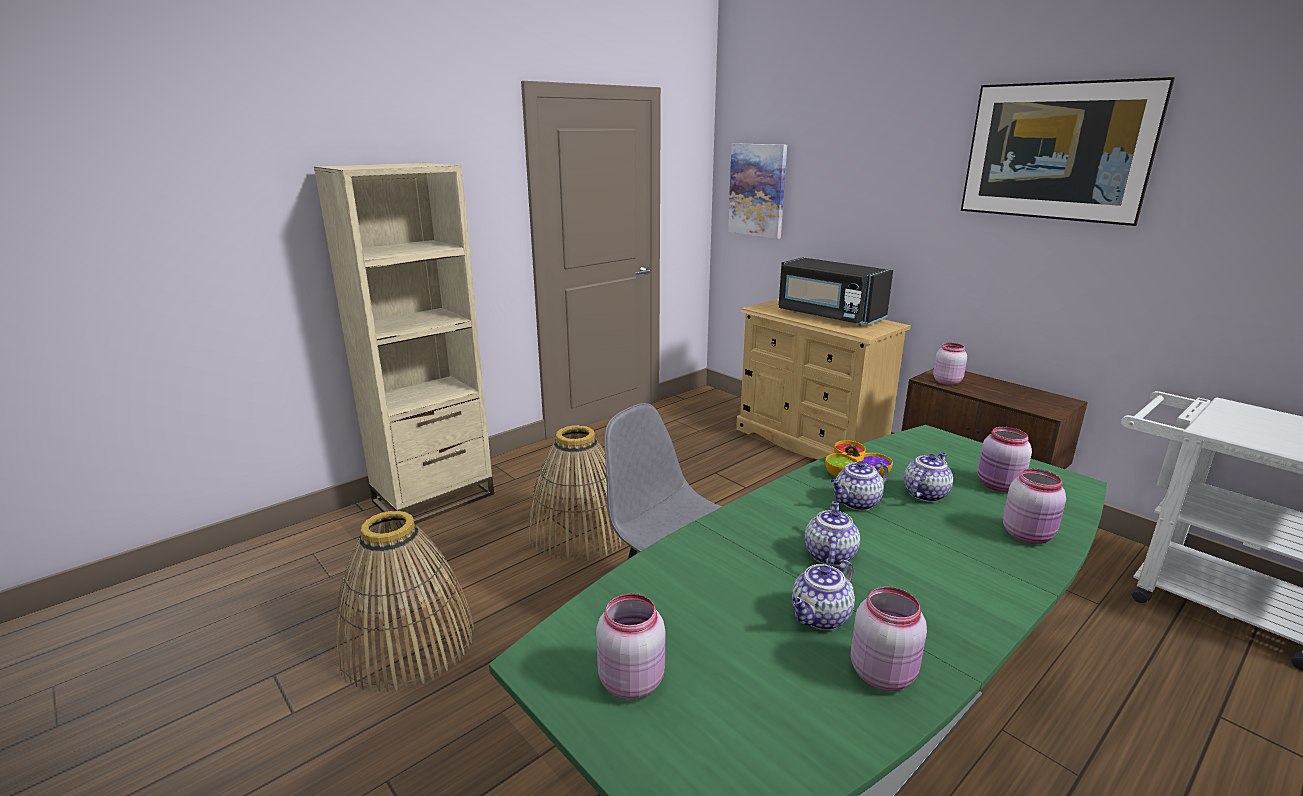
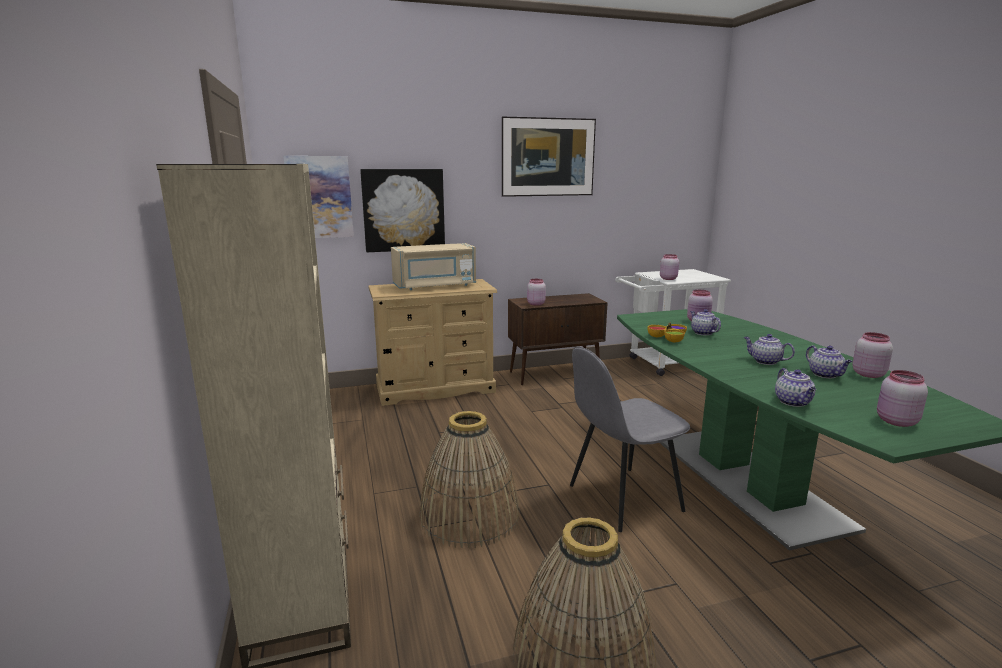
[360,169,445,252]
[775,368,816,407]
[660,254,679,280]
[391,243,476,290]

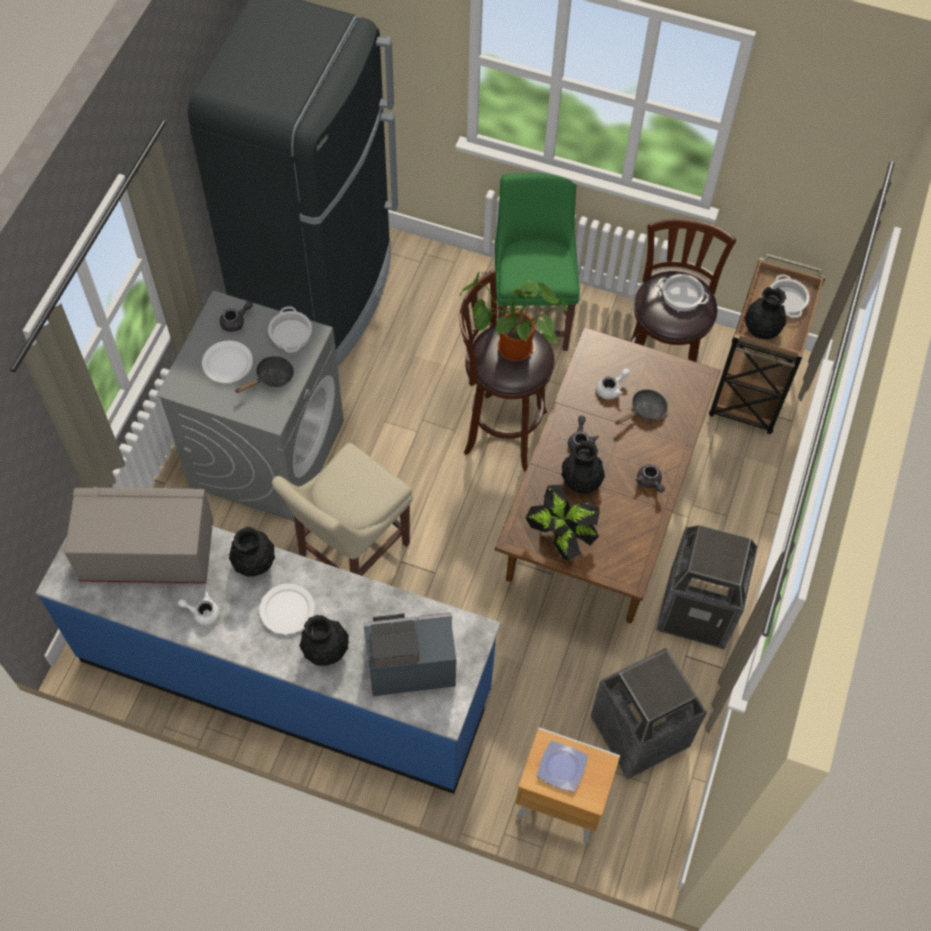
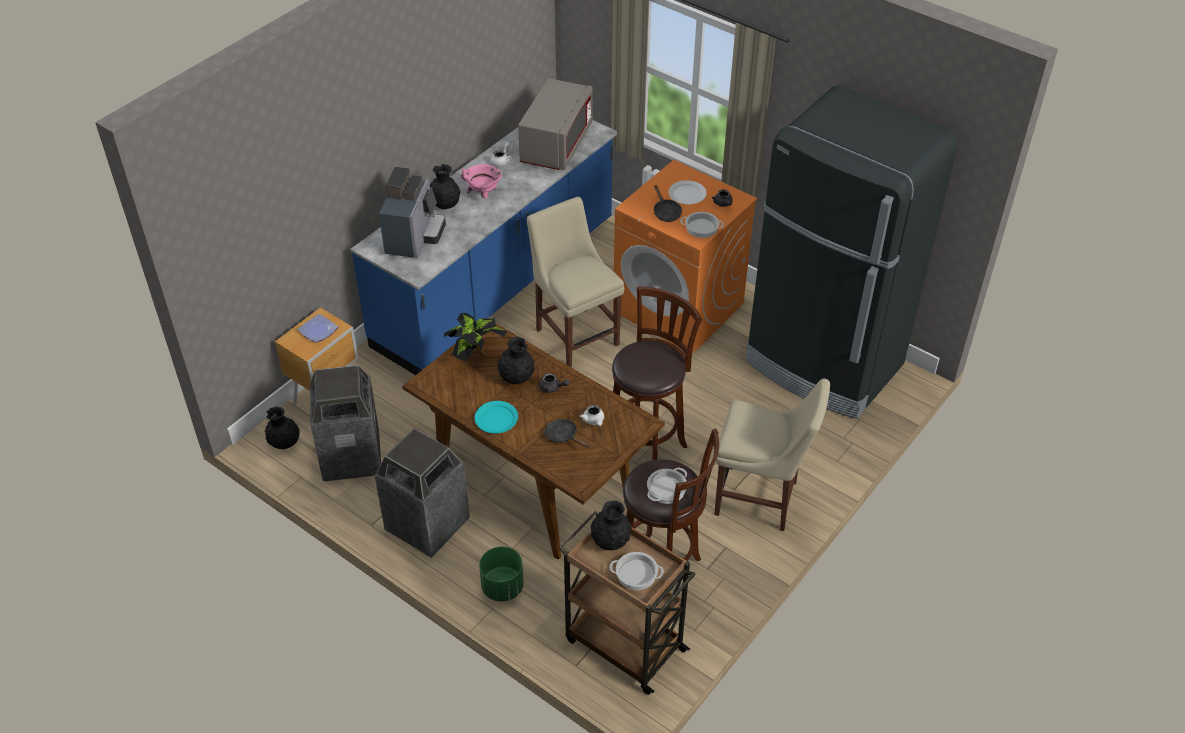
[460,272,567,361] (first image)
[479,547,524,602]
[265,406,300,449]
[461,164,502,199]
[475,401,518,433]
[613,160,757,354]
[714,379,830,531]
[544,419,591,448]

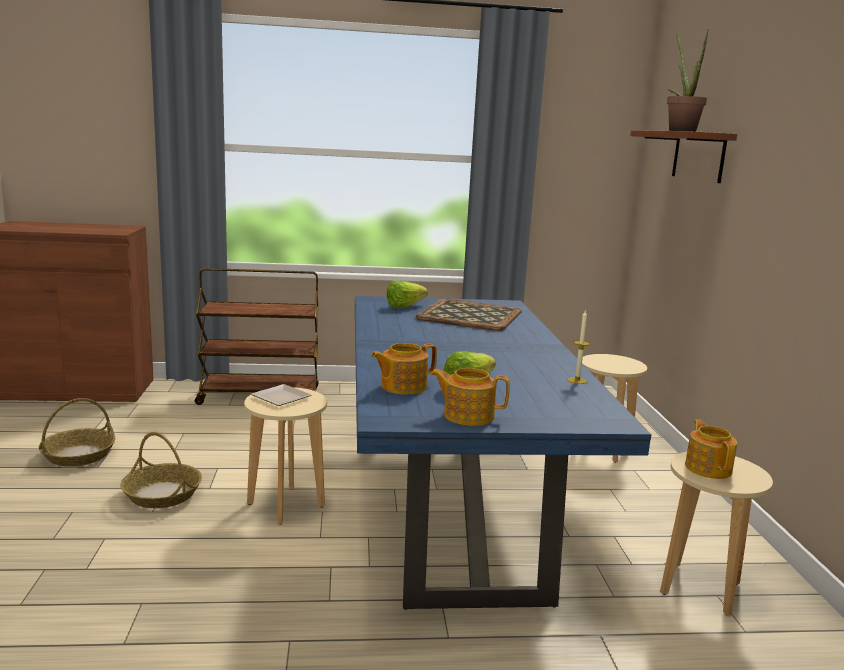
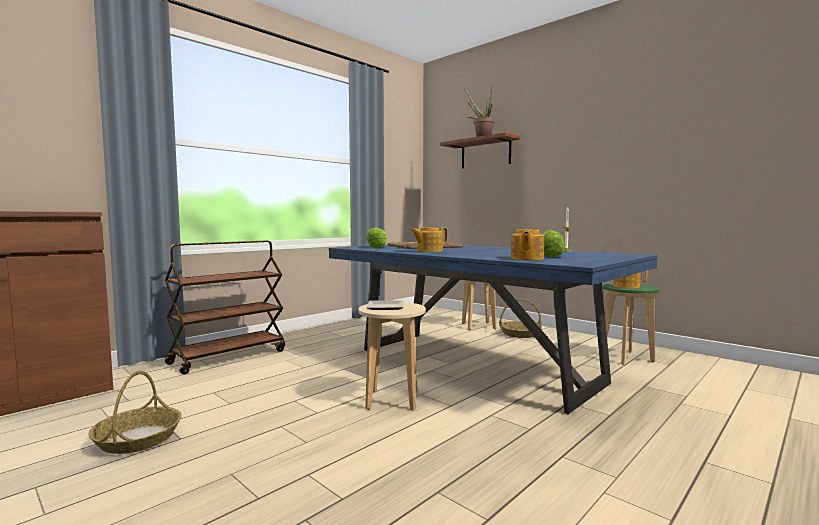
[499,299,542,338]
[411,227,448,252]
[602,283,659,365]

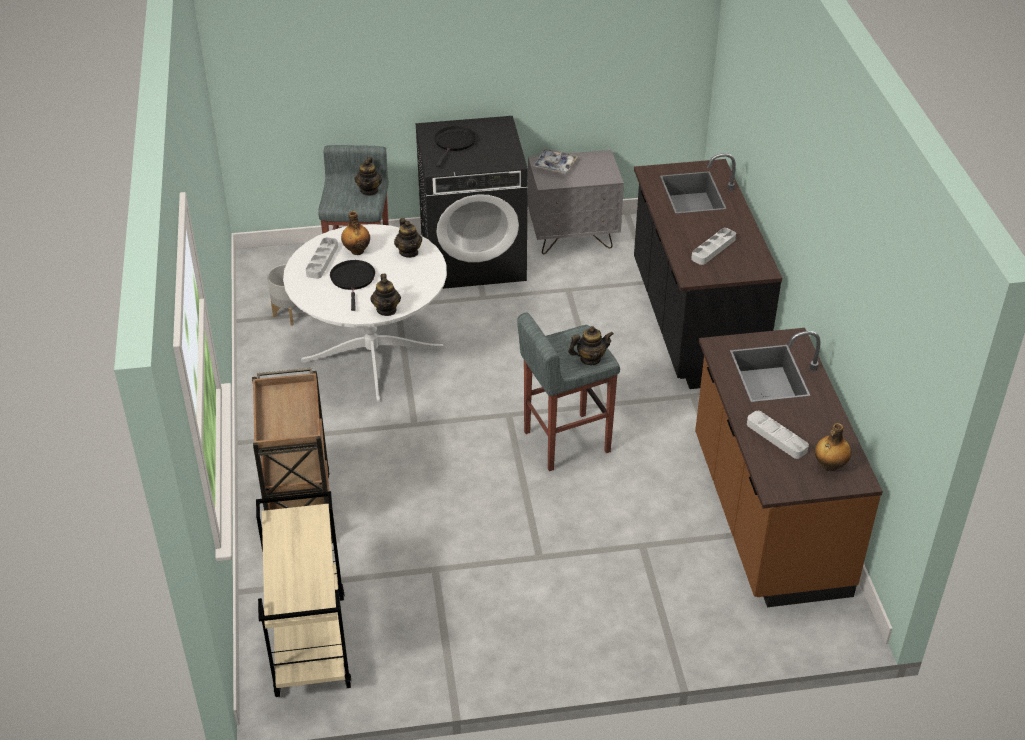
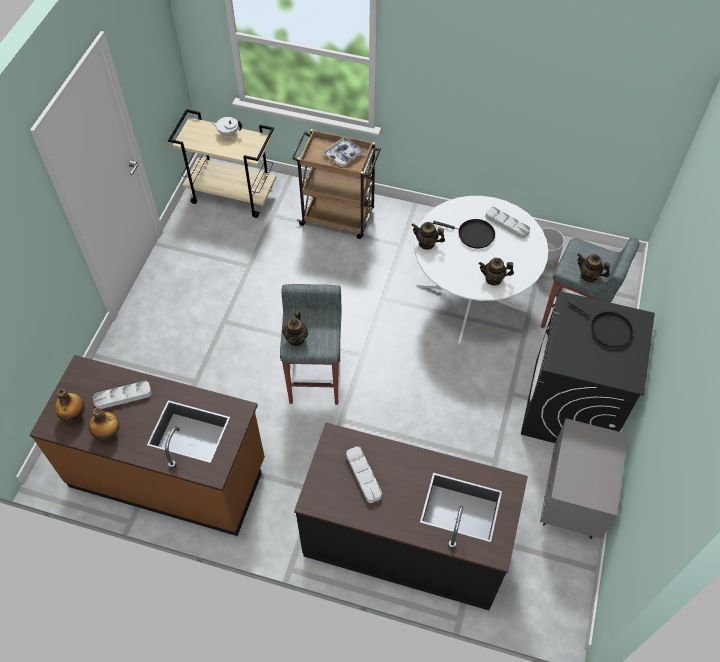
[210,117,242,137]
[89,408,119,440]
[323,138,365,167]

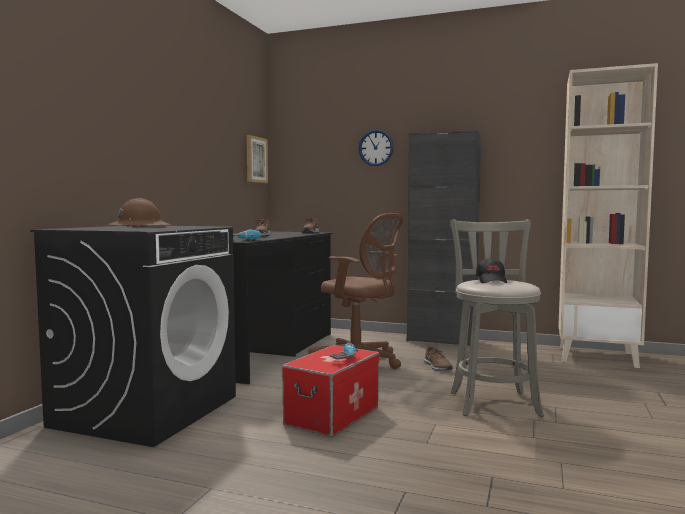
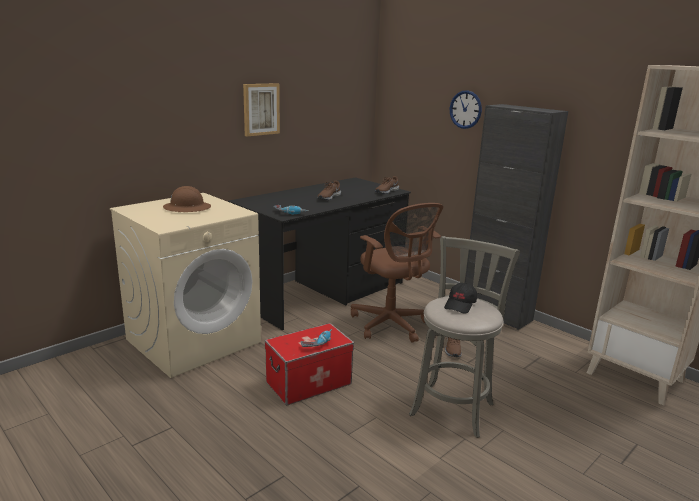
[243,83,280,136]
[110,193,261,378]

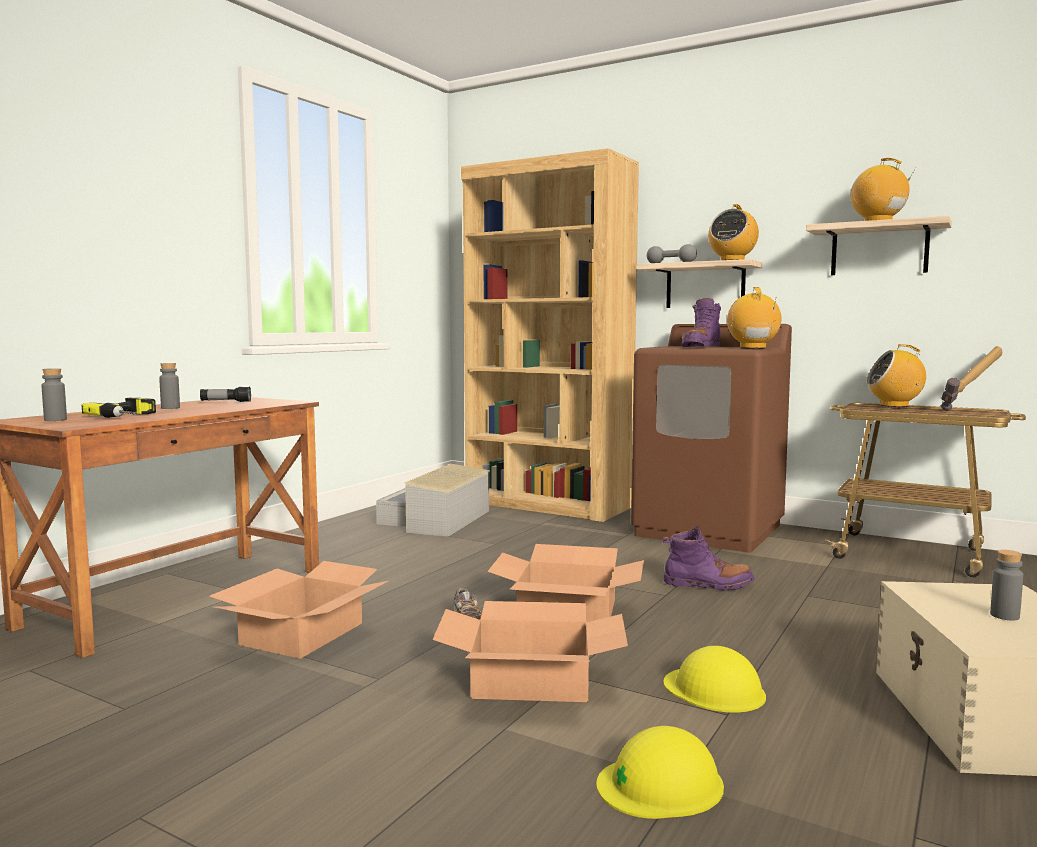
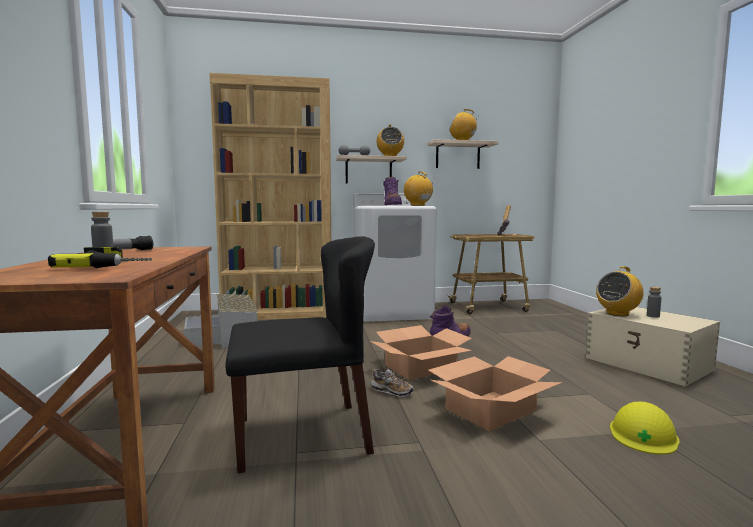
[41,368,67,421] (first image)
[664,646,766,713] (first image)
[596,266,644,316]
[226,236,375,473]
[353,193,437,322]

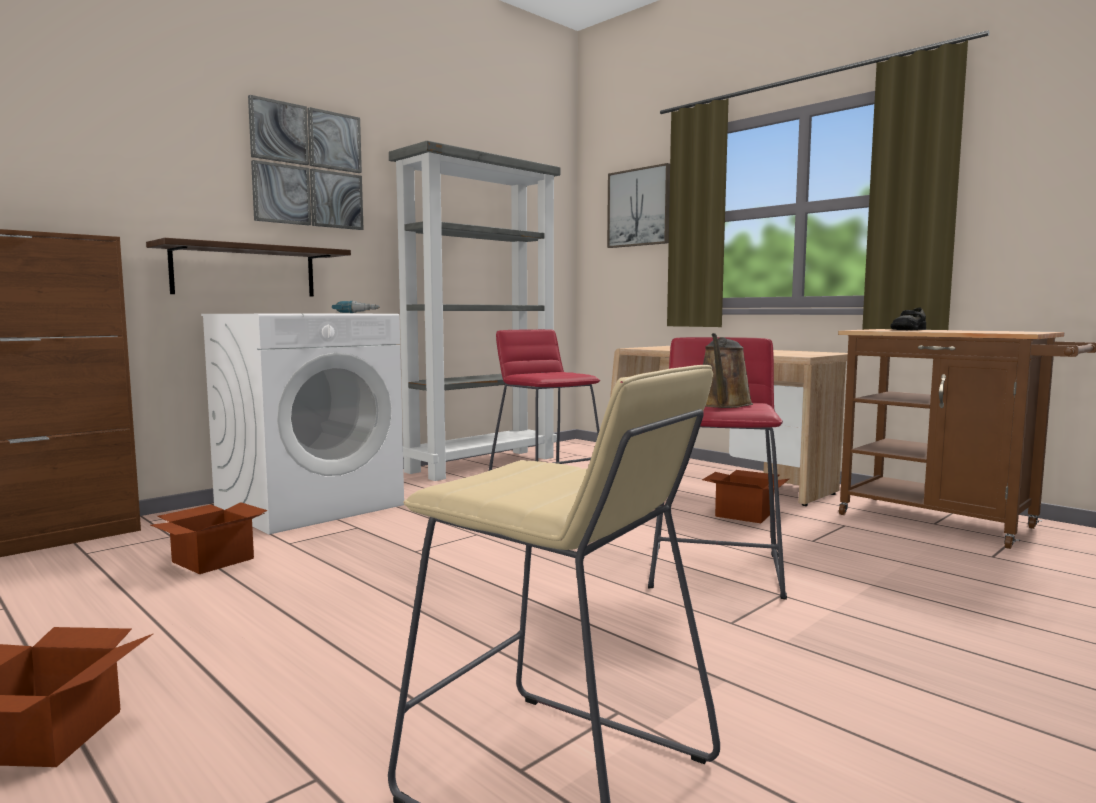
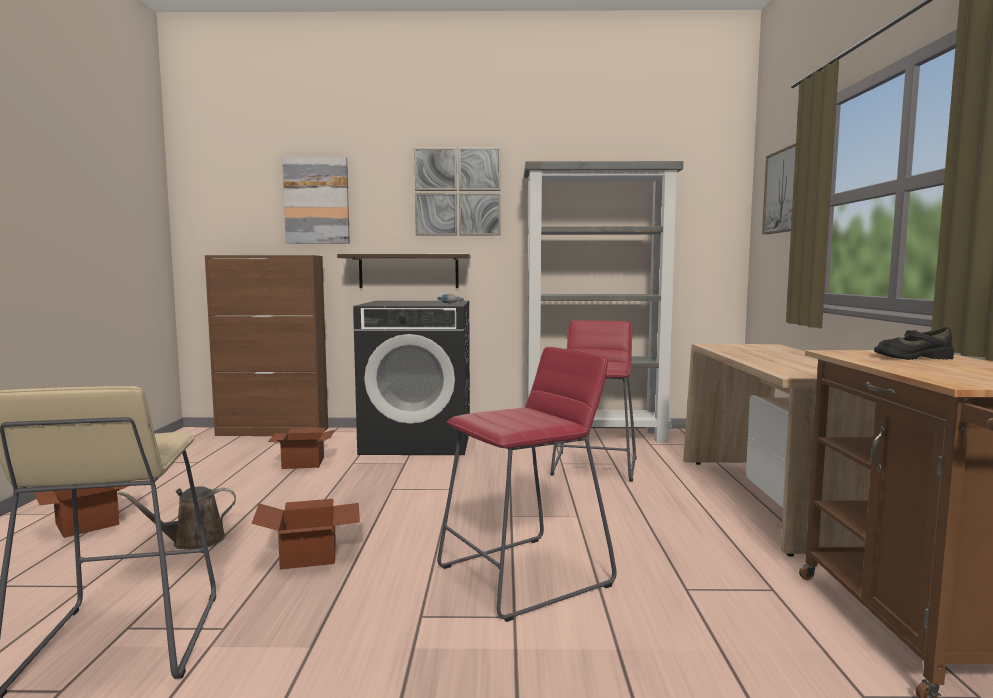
[282,157,350,244]
[251,499,360,570]
[118,486,236,549]
[353,301,470,455]

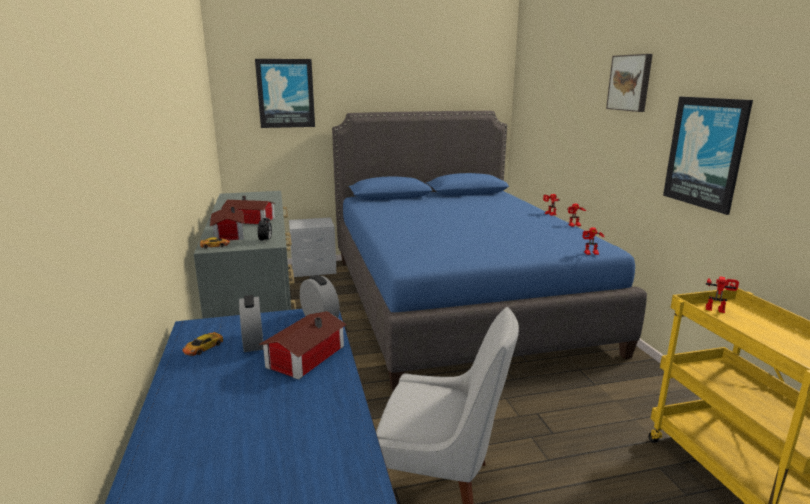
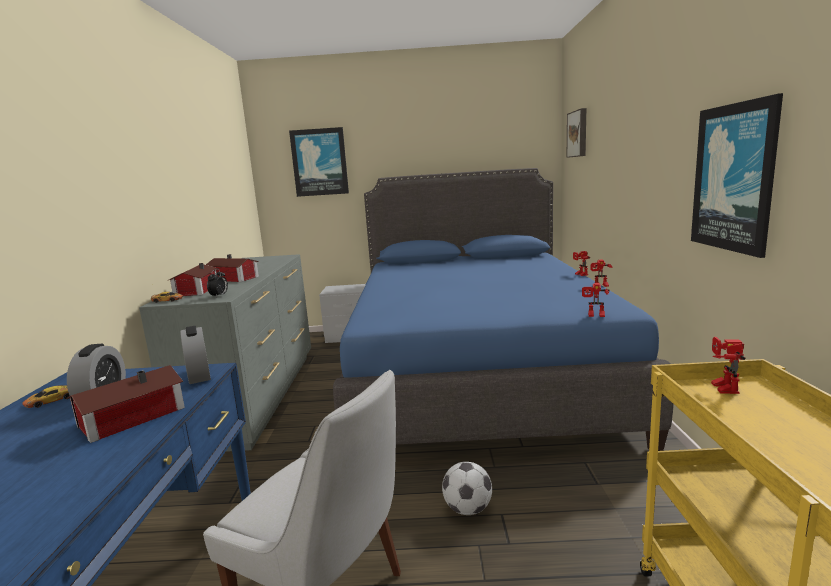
[442,462,492,515]
[567,108,587,158]
[711,337,746,394]

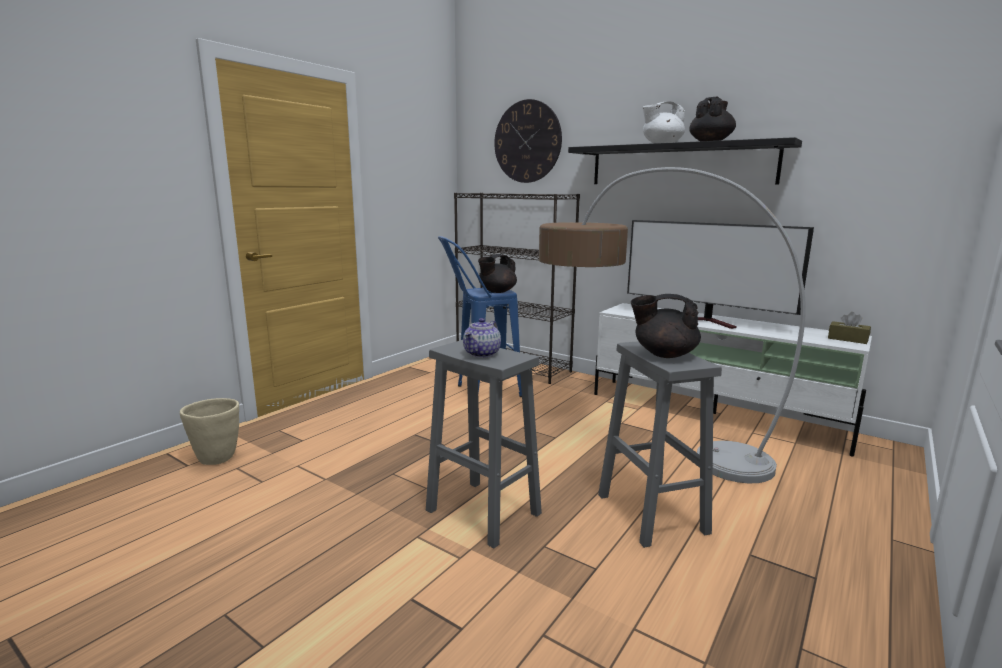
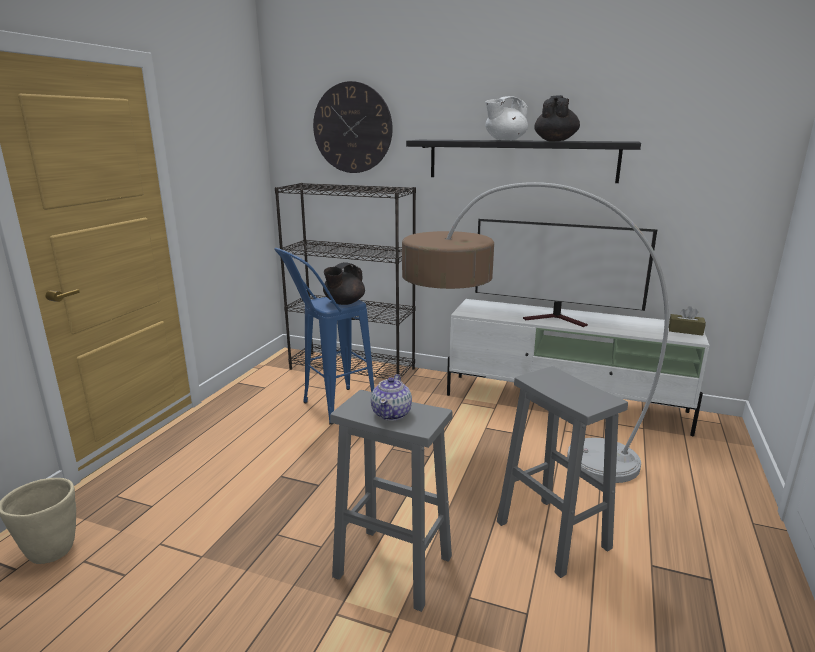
[631,294,701,358] (first image)

